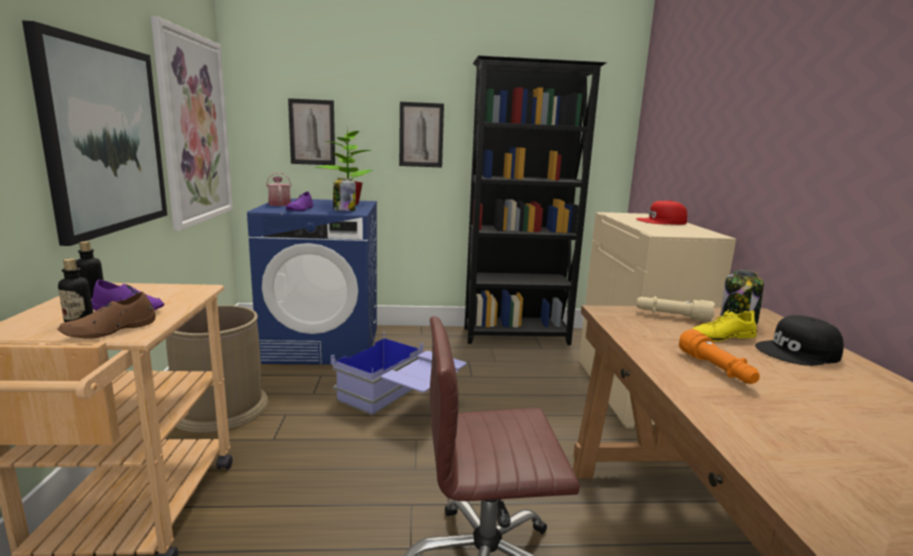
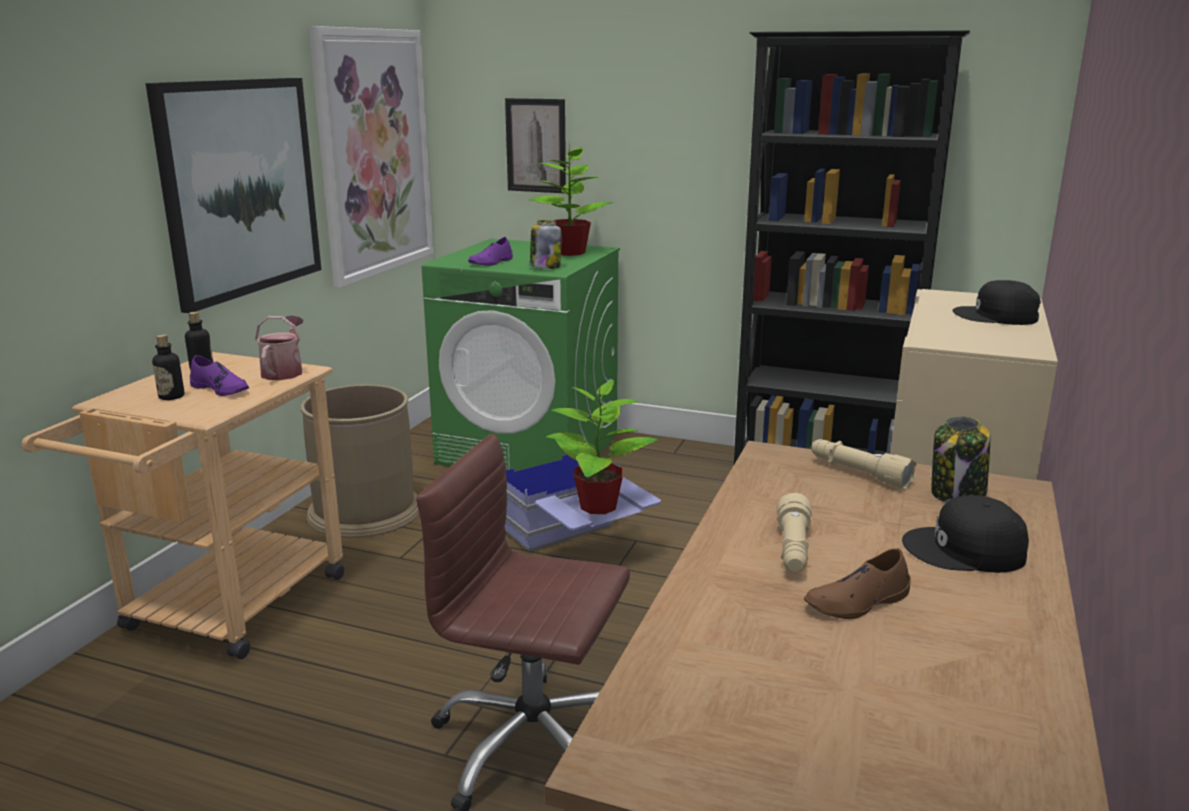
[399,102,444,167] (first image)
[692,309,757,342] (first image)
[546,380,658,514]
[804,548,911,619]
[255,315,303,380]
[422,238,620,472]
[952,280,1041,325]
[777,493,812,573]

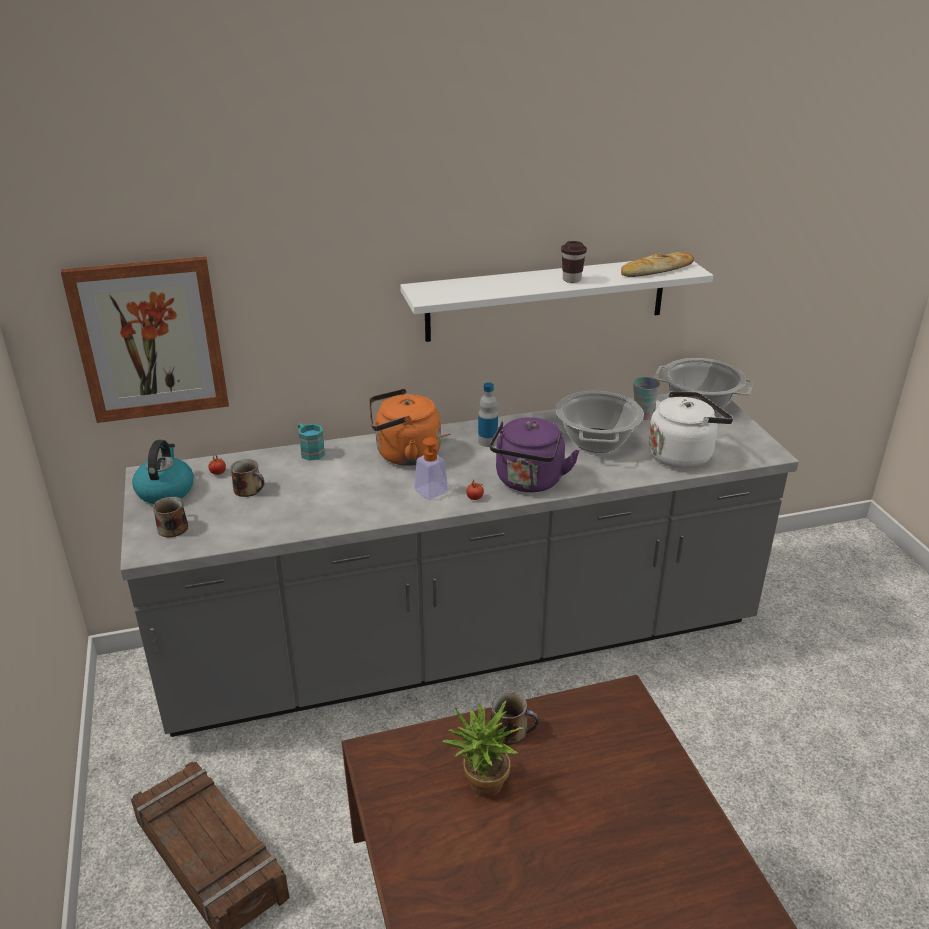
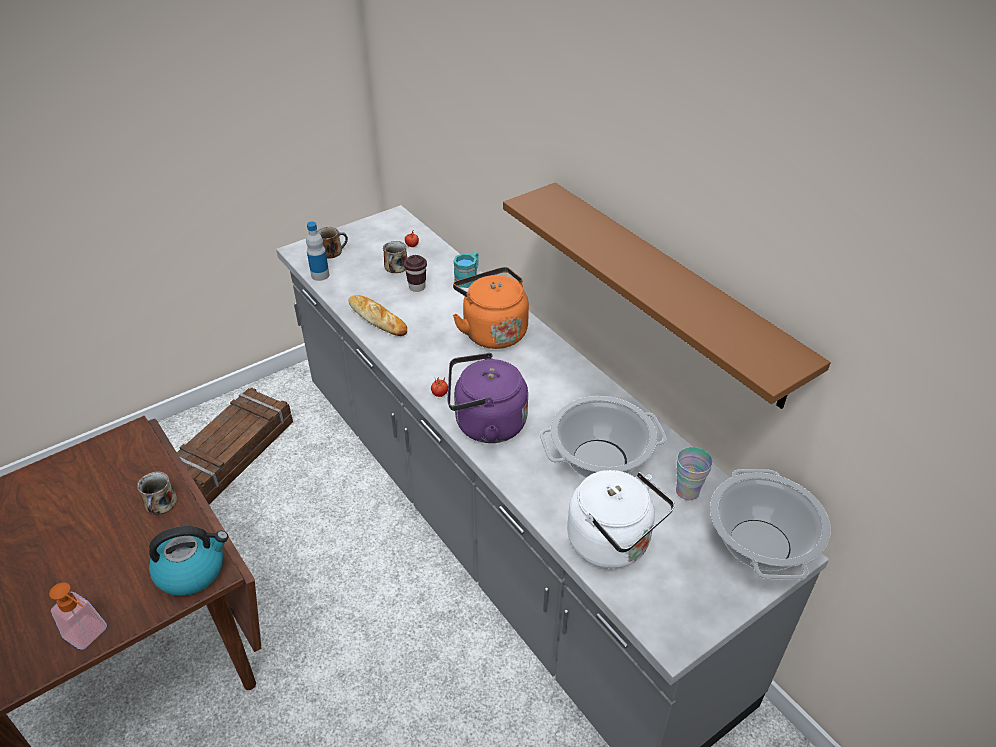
[61,256,229,423] (first image)
[443,701,523,797] (first image)
[149,526,228,596]
[49,582,107,650]
[306,221,329,281]
[404,255,427,292]
[348,295,407,336]
[503,182,831,409]

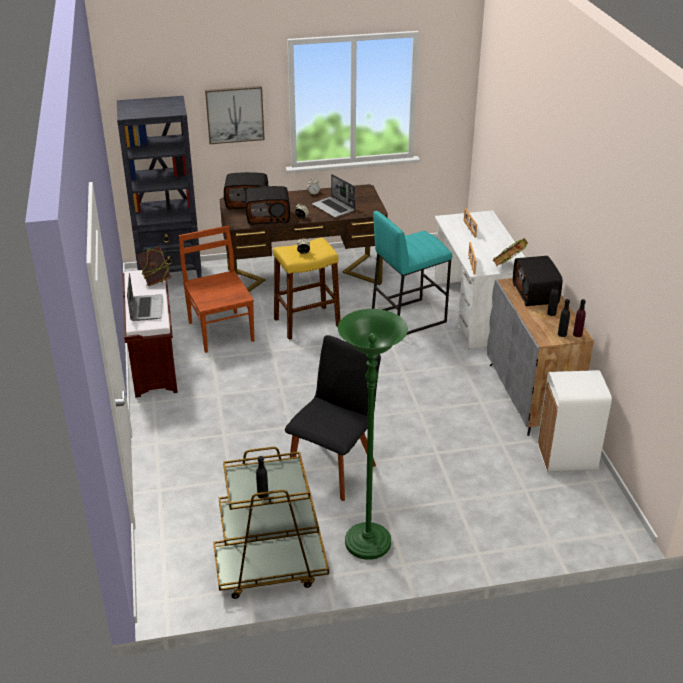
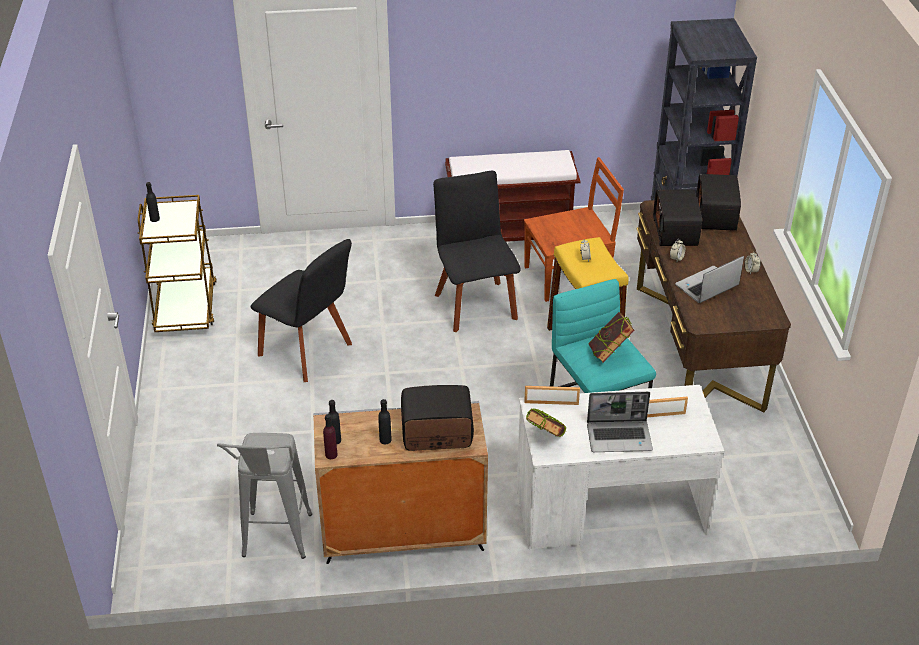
[205,86,265,144] (first image)
[338,309,408,560] (first image)
[433,171,521,332]
[587,392,653,452]
[588,312,634,362]
[217,433,312,559]

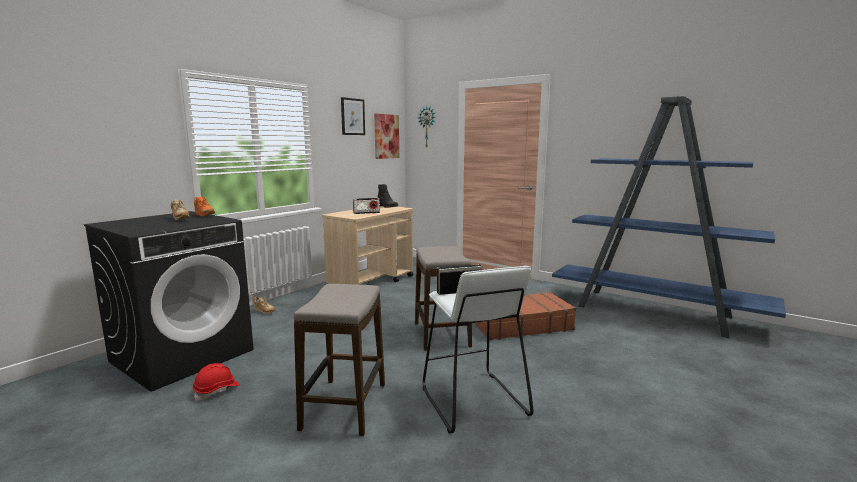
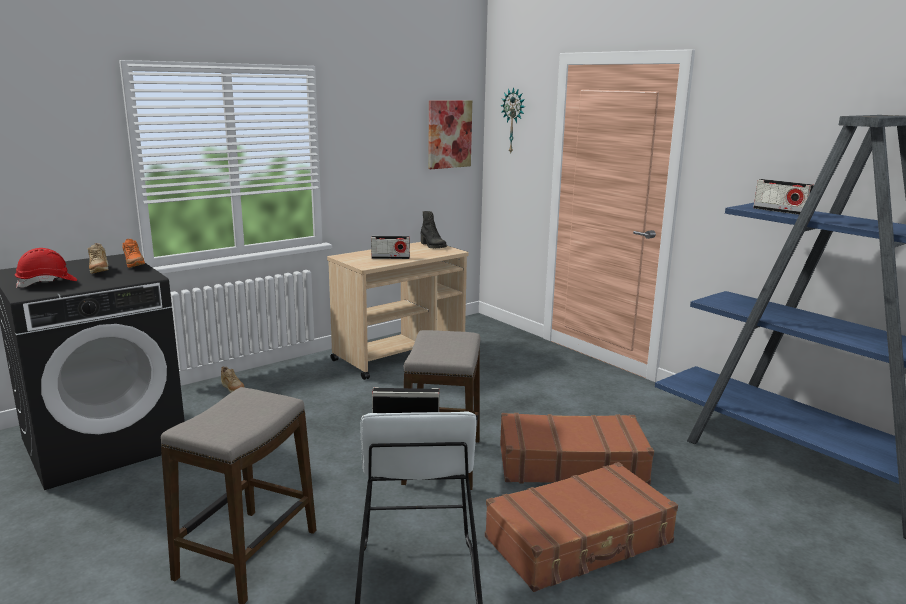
[341,97,365,135] (first image)
[485,462,678,592]
[753,179,814,215]
[15,248,77,288]

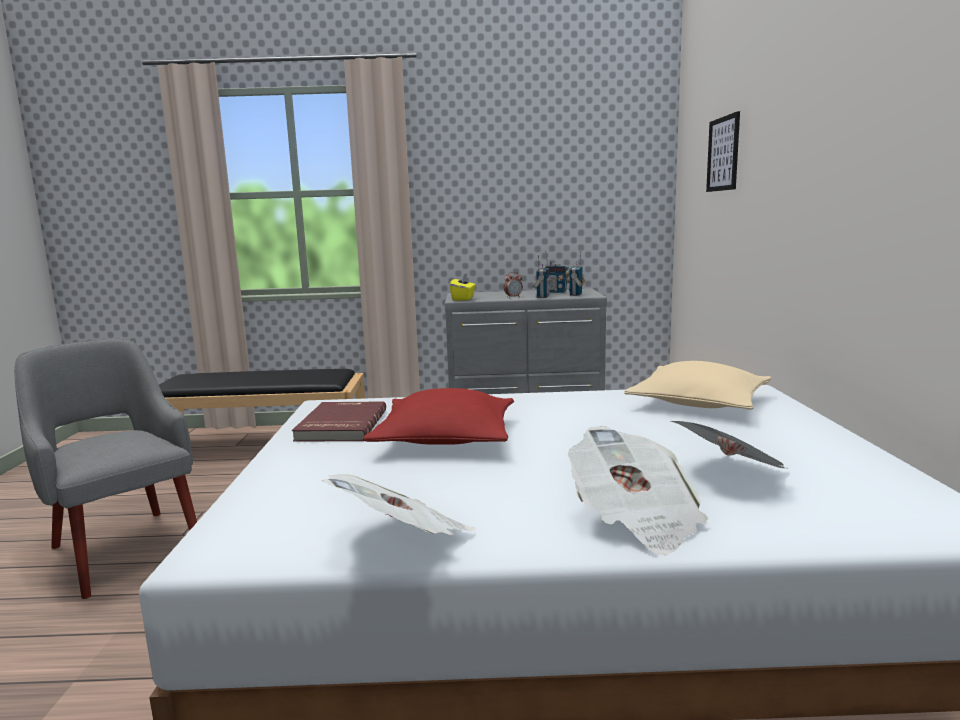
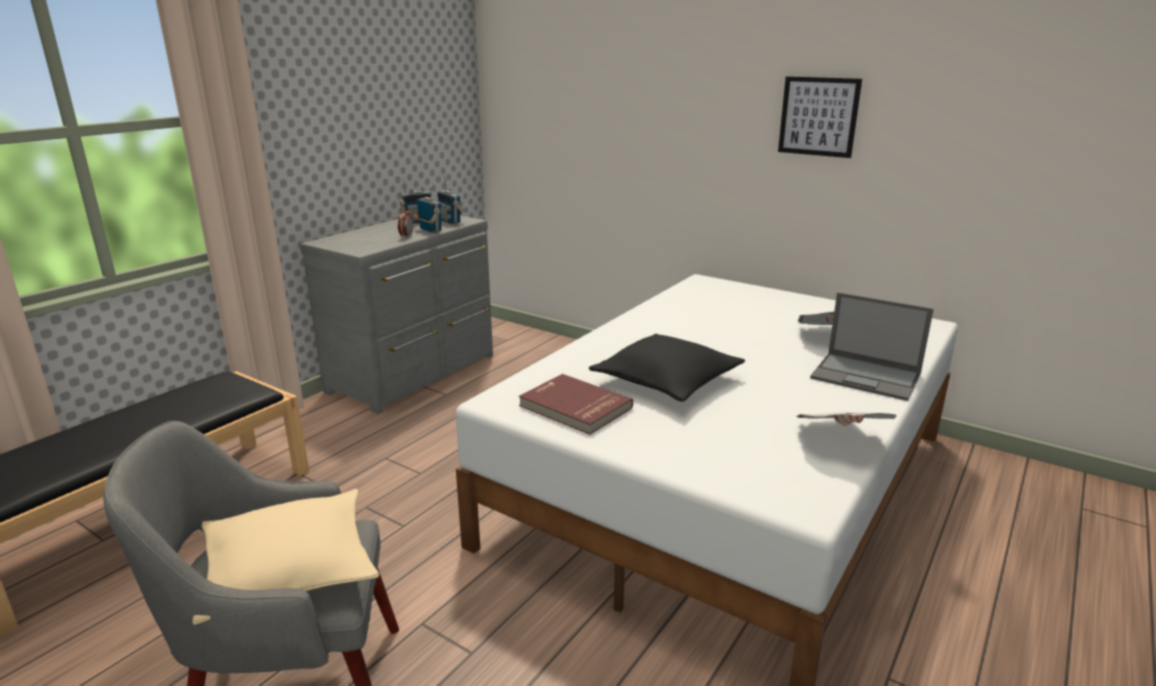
[450,273,476,301] (first image)
[192,489,379,625]
[778,76,862,158]
[810,292,934,401]
[589,334,745,402]

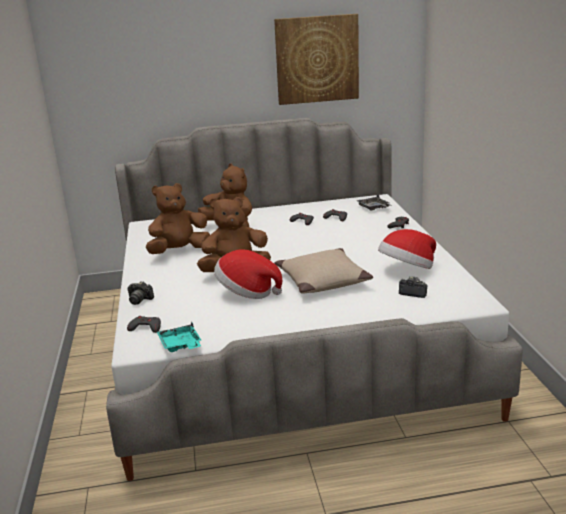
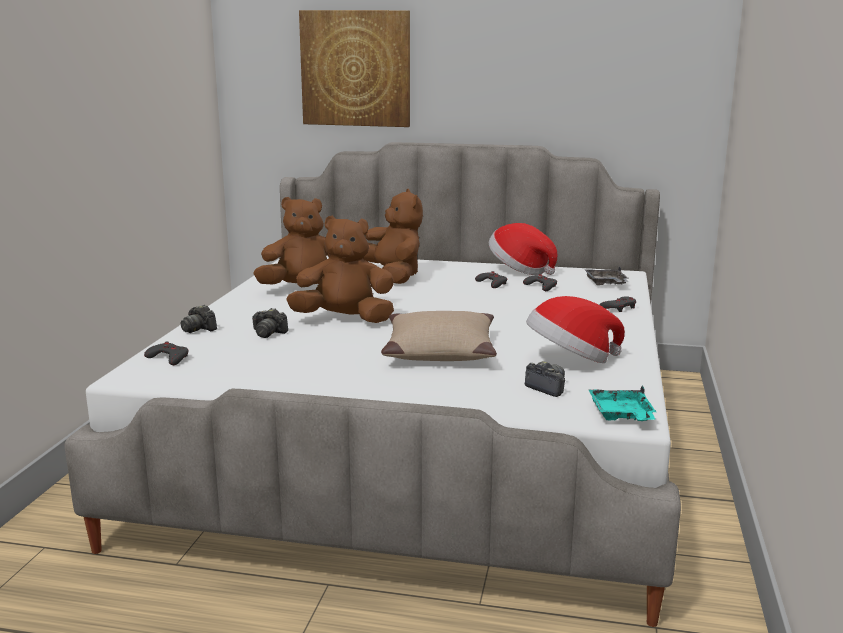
[252,308,288,338]
[589,386,656,421]
[489,223,557,275]
[299,10,410,127]

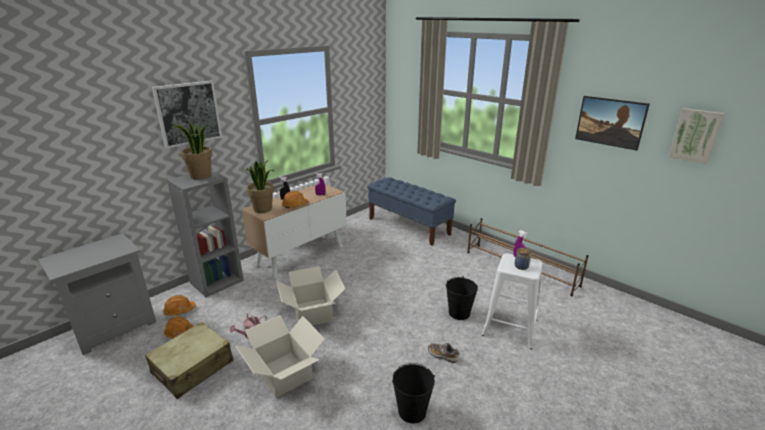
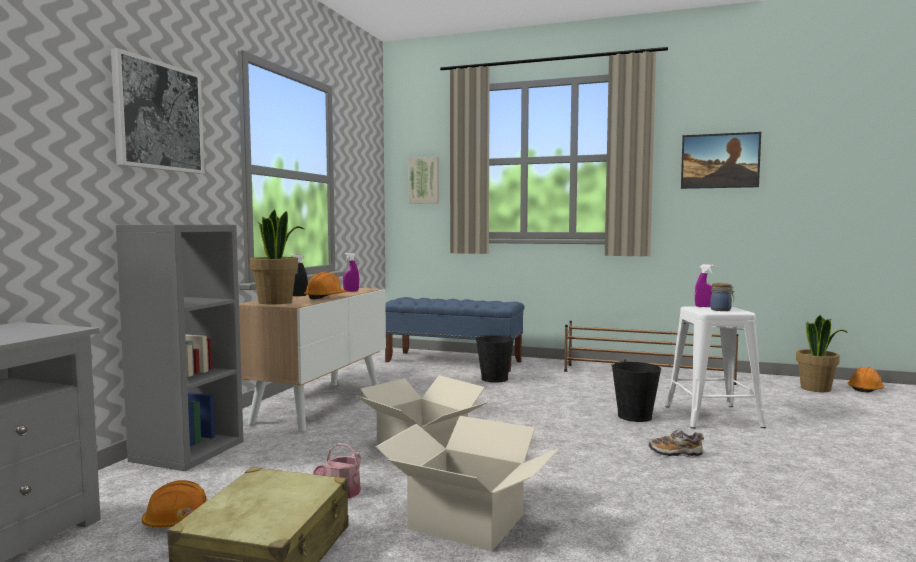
[848,367,884,392]
[796,315,848,392]
[476,335,514,383]
[408,157,439,204]

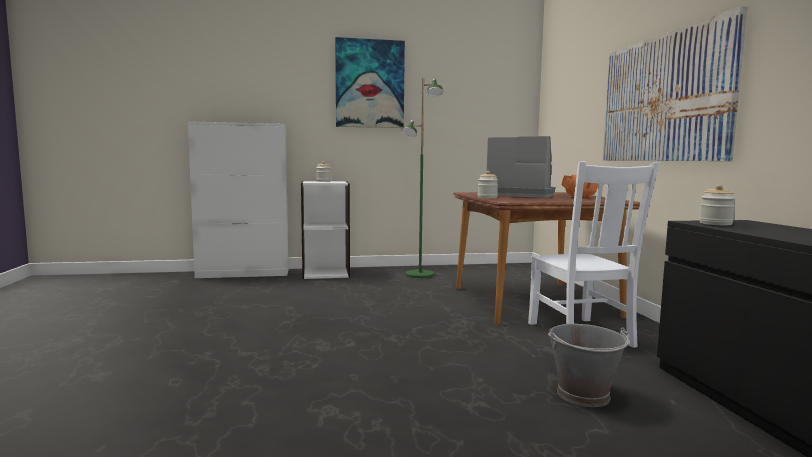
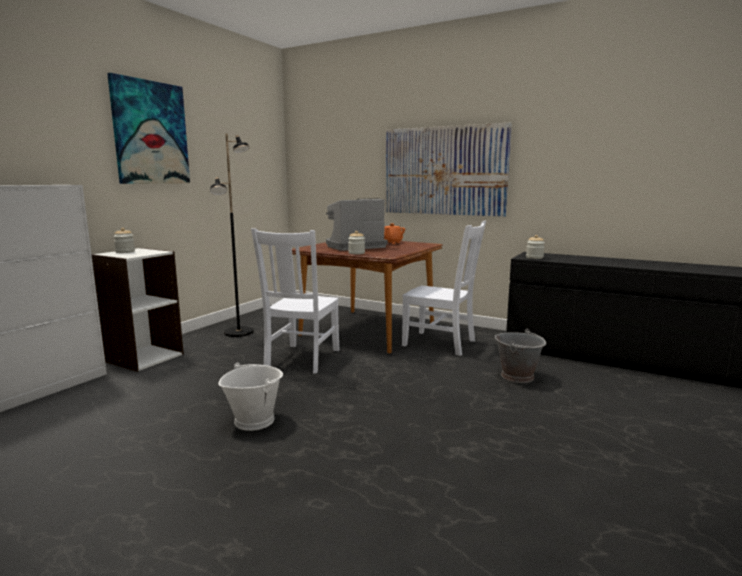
[218,363,283,431]
[251,228,340,373]
[210,134,254,337]

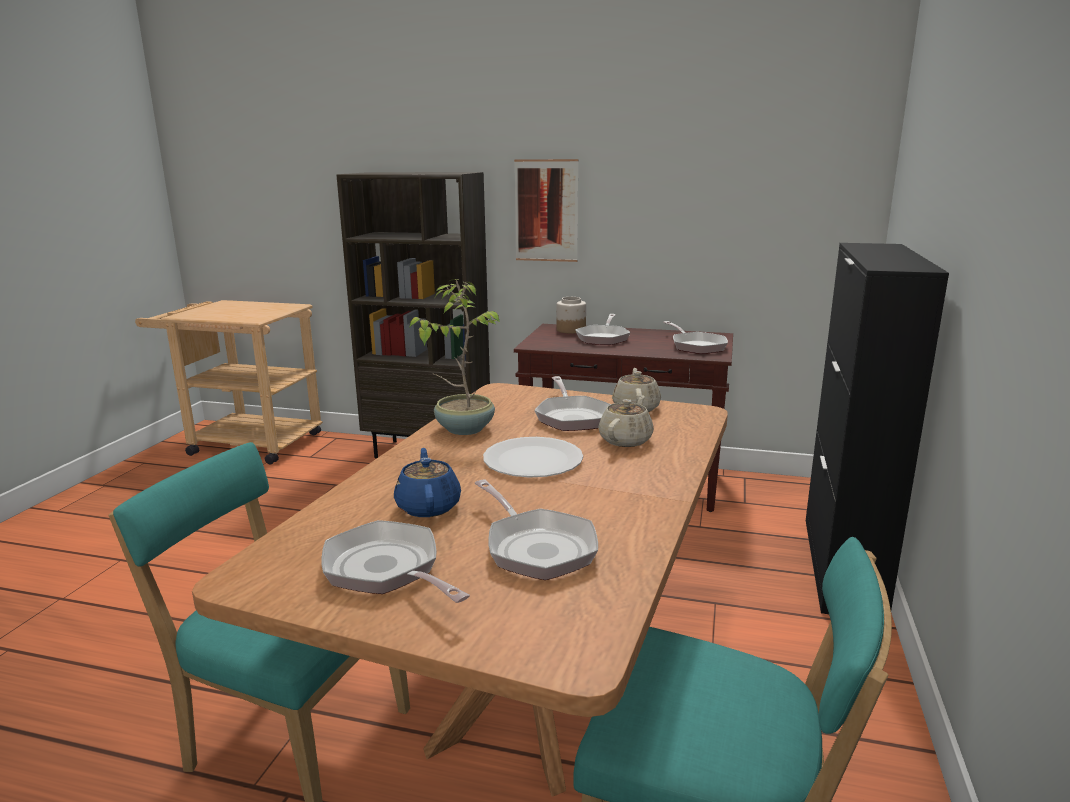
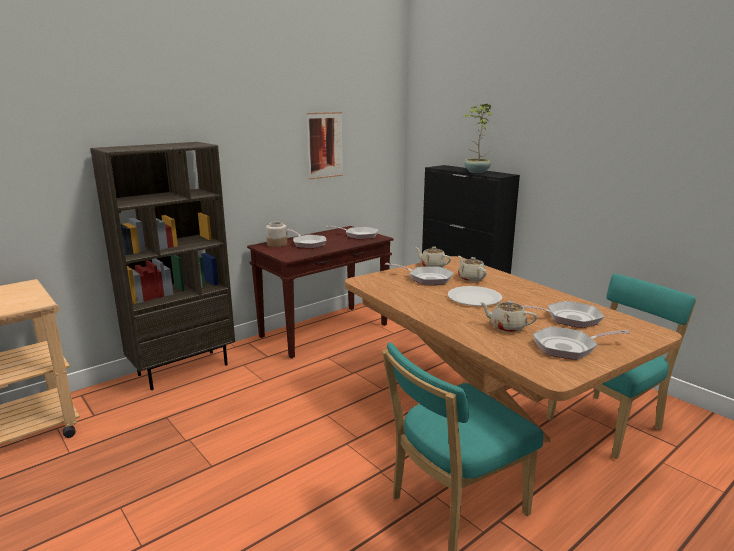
[464,104,491,173]
[307,112,343,179]
[479,301,537,332]

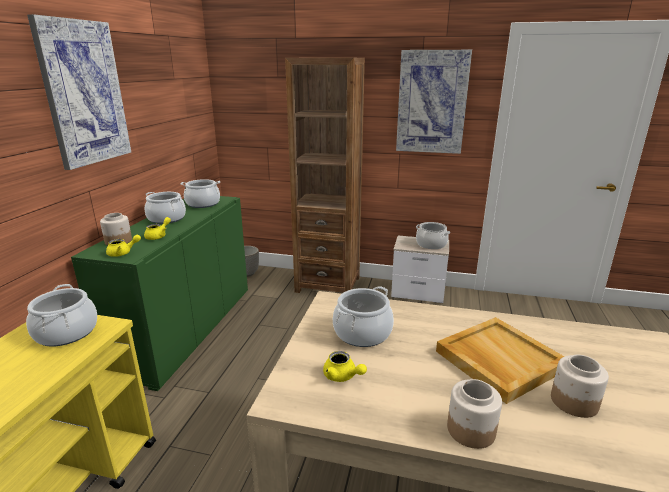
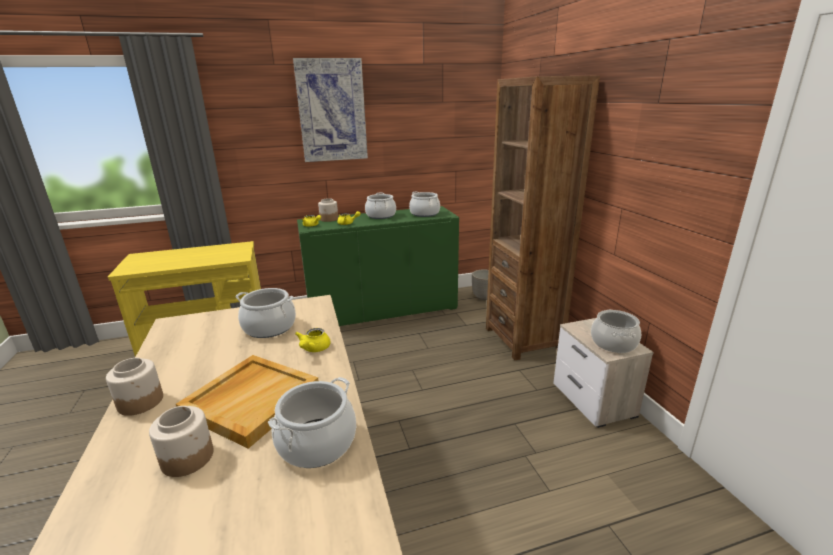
[396,50,472,154] (first image)
[268,377,356,468]
[295,328,331,352]

